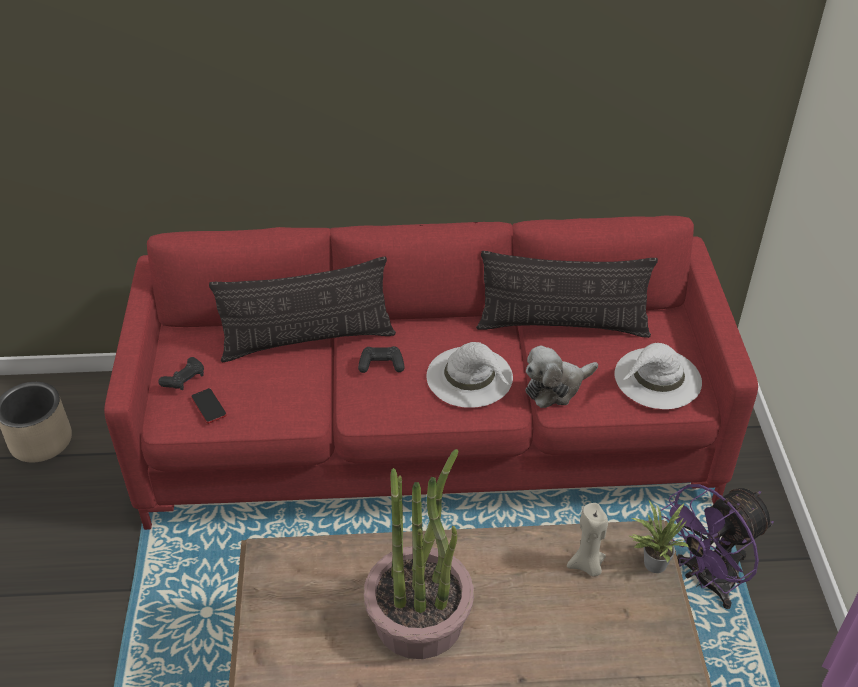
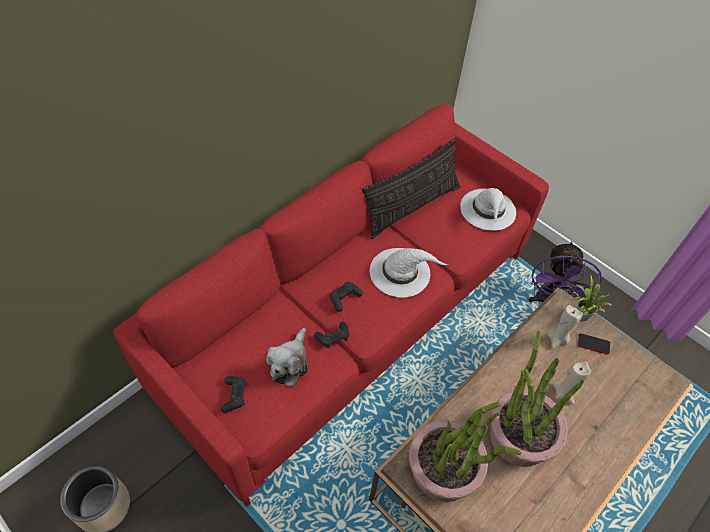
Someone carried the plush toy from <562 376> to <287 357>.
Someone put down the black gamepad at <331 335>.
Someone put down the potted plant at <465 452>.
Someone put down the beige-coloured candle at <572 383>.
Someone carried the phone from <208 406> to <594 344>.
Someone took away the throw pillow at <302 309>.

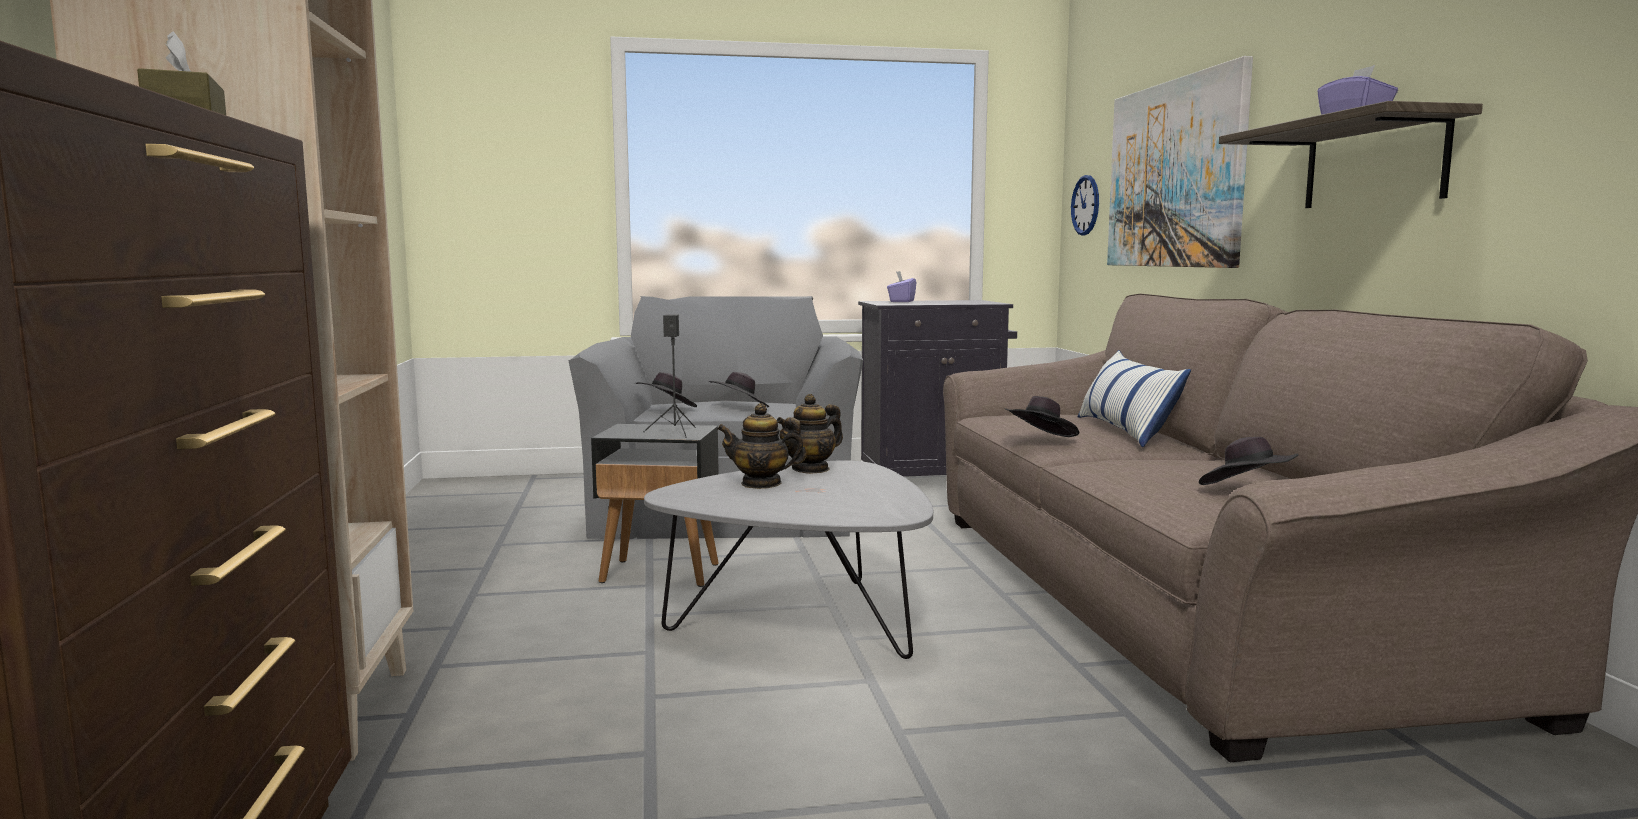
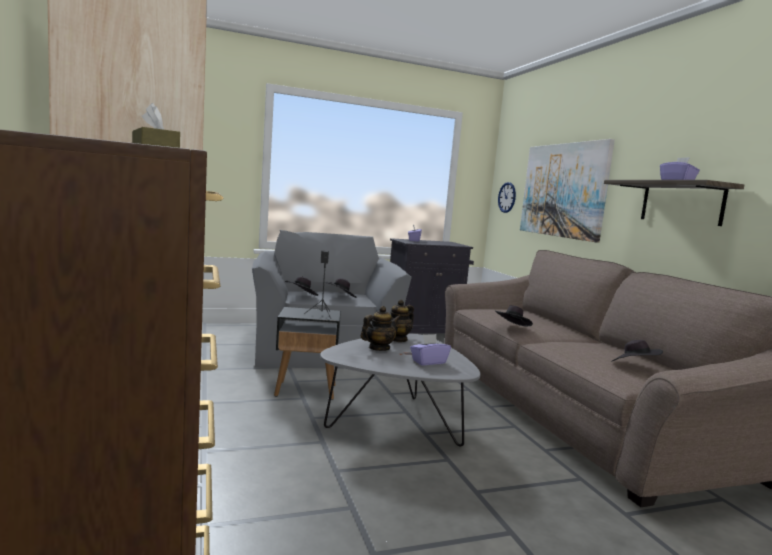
Someone rotated the teapot at <762 446> by 150 degrees clockwise.
Someone put down the purple box of tissues at <430 349>.
Someone took away the throw pillow at <1134 398>.

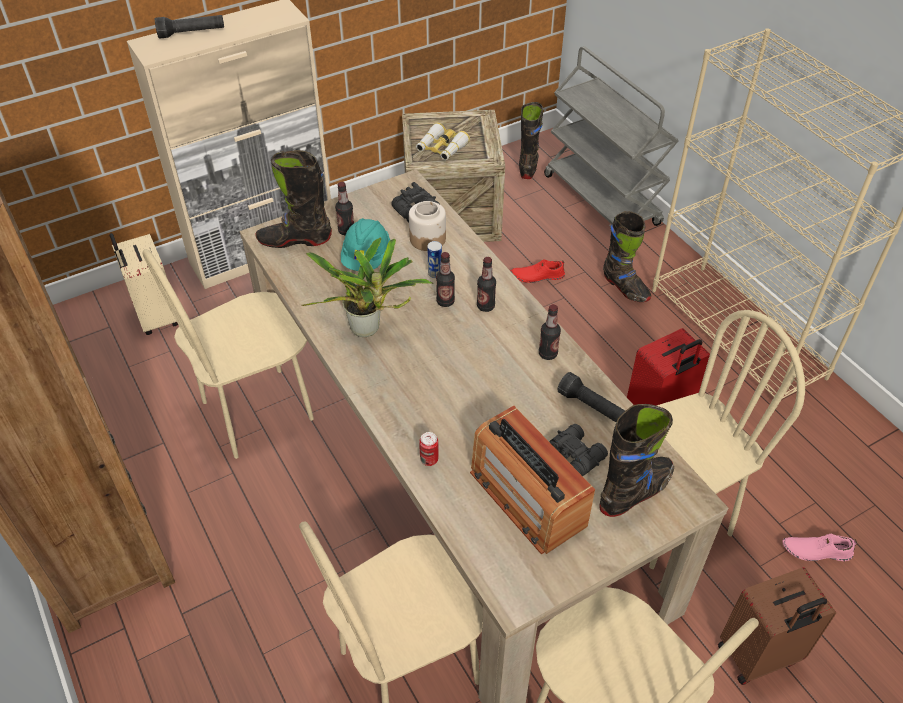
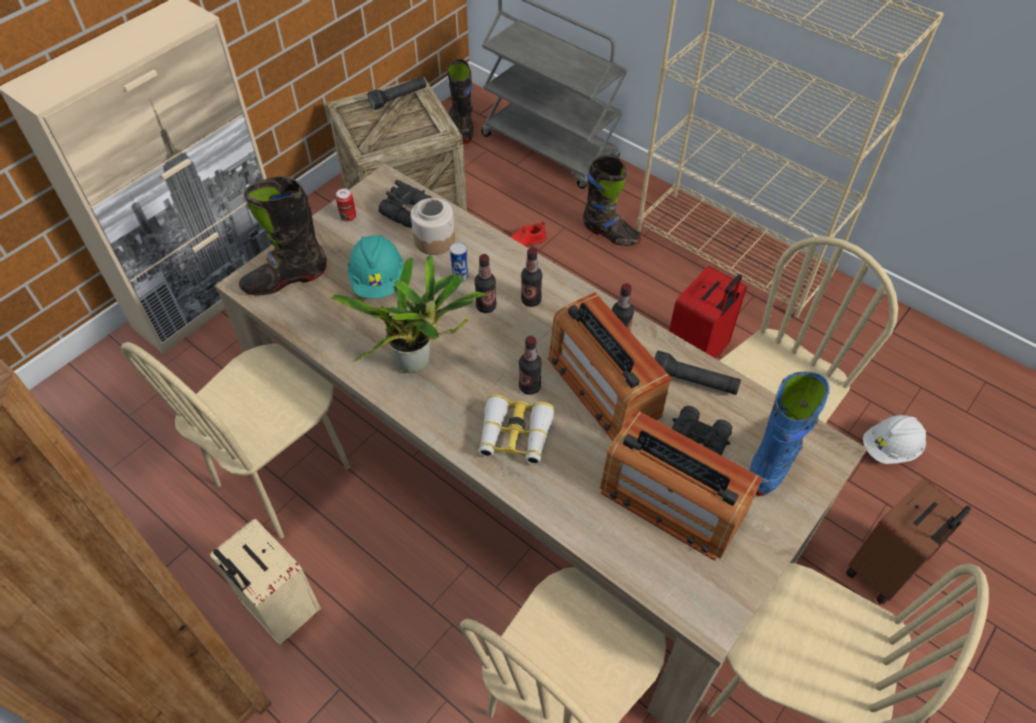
Someone carried the beige-coloured piece of luggage from <143 284> to <265 581>.
Someone carried the can from <429 449> to <346 205>.
Someone carried the black flashlight from <189 27> to <397 93>.
Someone carried the field glasses from <443 141> to <517 430>.
Someone carried the bottle from <344 208> to <530 365>.
Someone put down the radio at <609 366>.
Someone repainted the black high-top boot at <636 460>, which became the blue-coloured high-top boot at <789 434>.
Someone swapped the pinkish shoe at <819 547> for the white work helmet at <894 439>.

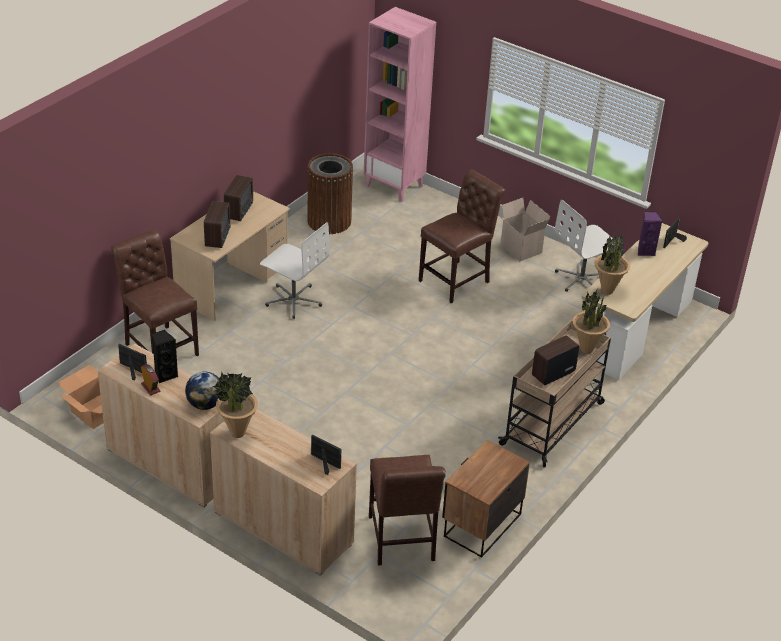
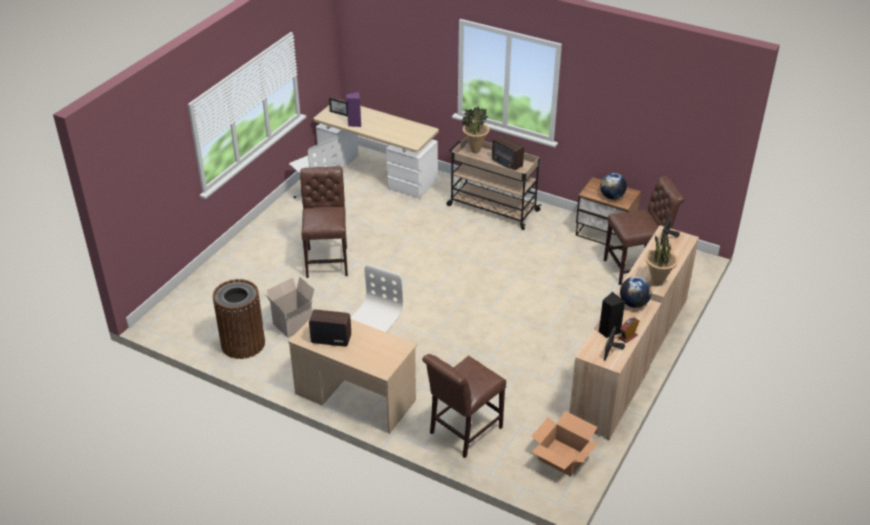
Someone carried the carton from <524 229> to <290 307>.
Someone rotated the brownish chair at <462 236> by 45 degrees clockwise.
Someone put down the globe at <613 186>.
Someone took away the radio at <217 224>.
Someone took away the pinkish shelving unit at <400 104>.
Someone took away the potted plant at <612 264>.

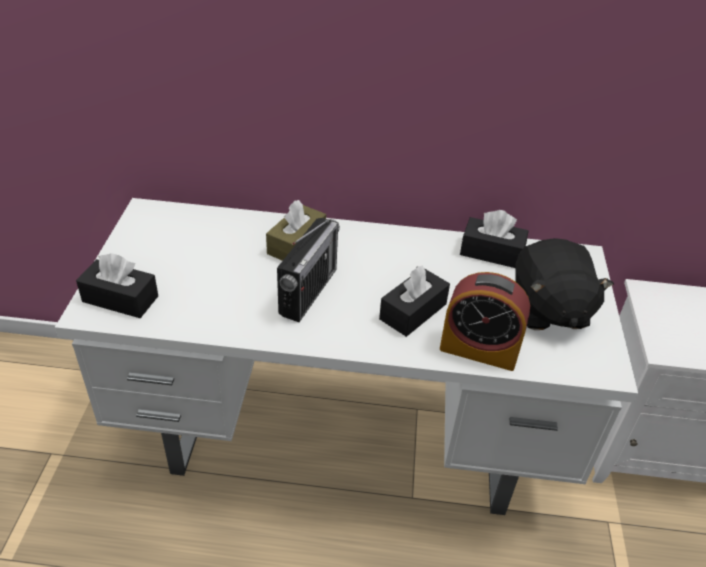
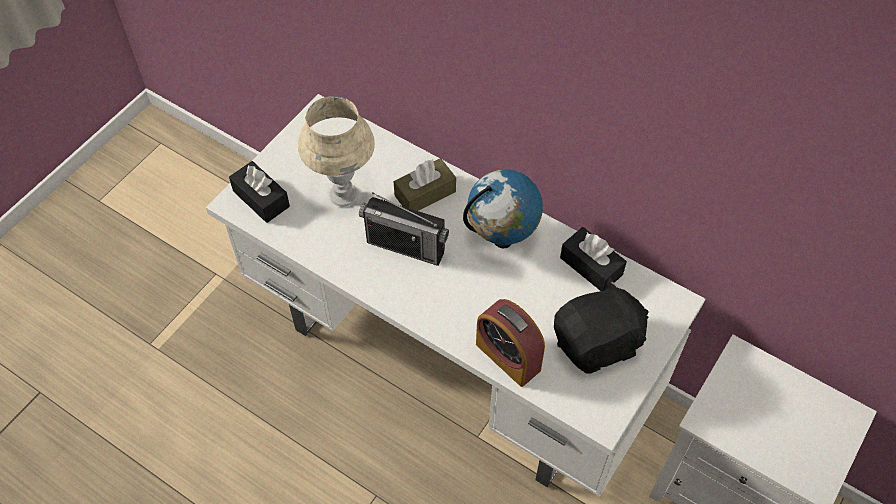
Someone put down the beige-coloured tabletop lamp at <336 151>.
Someone rotated the radio at <308 270> by 60 degrees clockwise.
Someone put down the globe at <503 208>.
Someone rotated the black plush toy at <564 284> by 135 degrees counterclockwise.
Someone took away the black box of tissues at <414 301>.

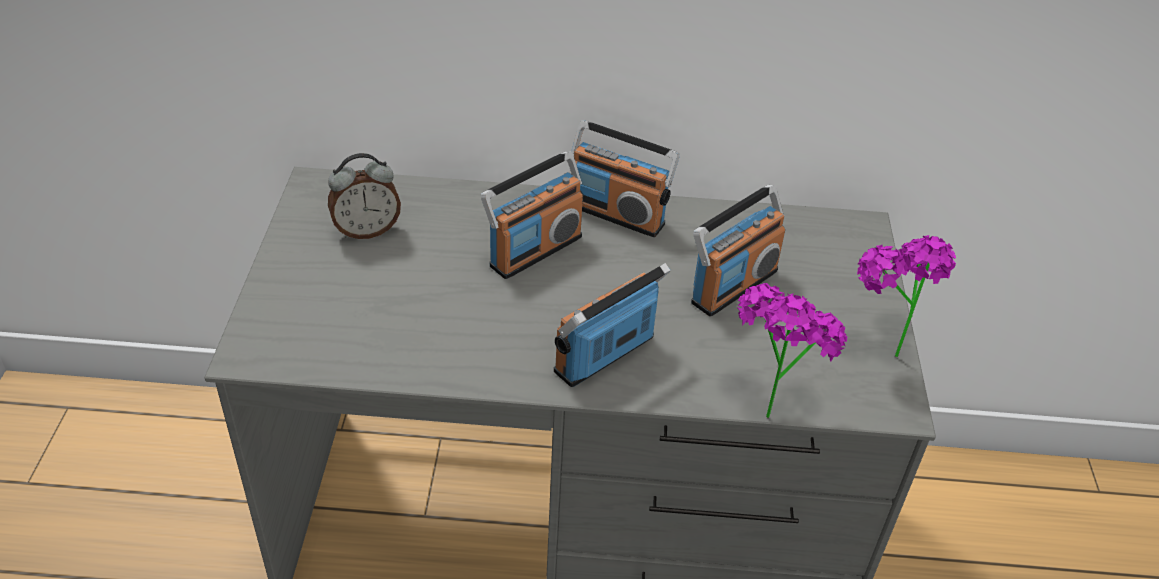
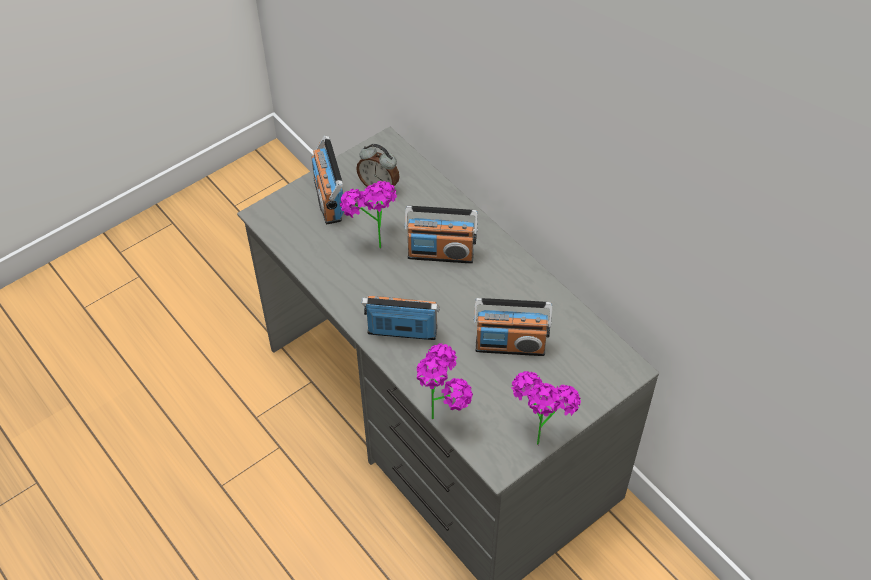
Someone carried the radio from <625 179> to <327 180>.
Someone put down the potted plant at <368 214>.

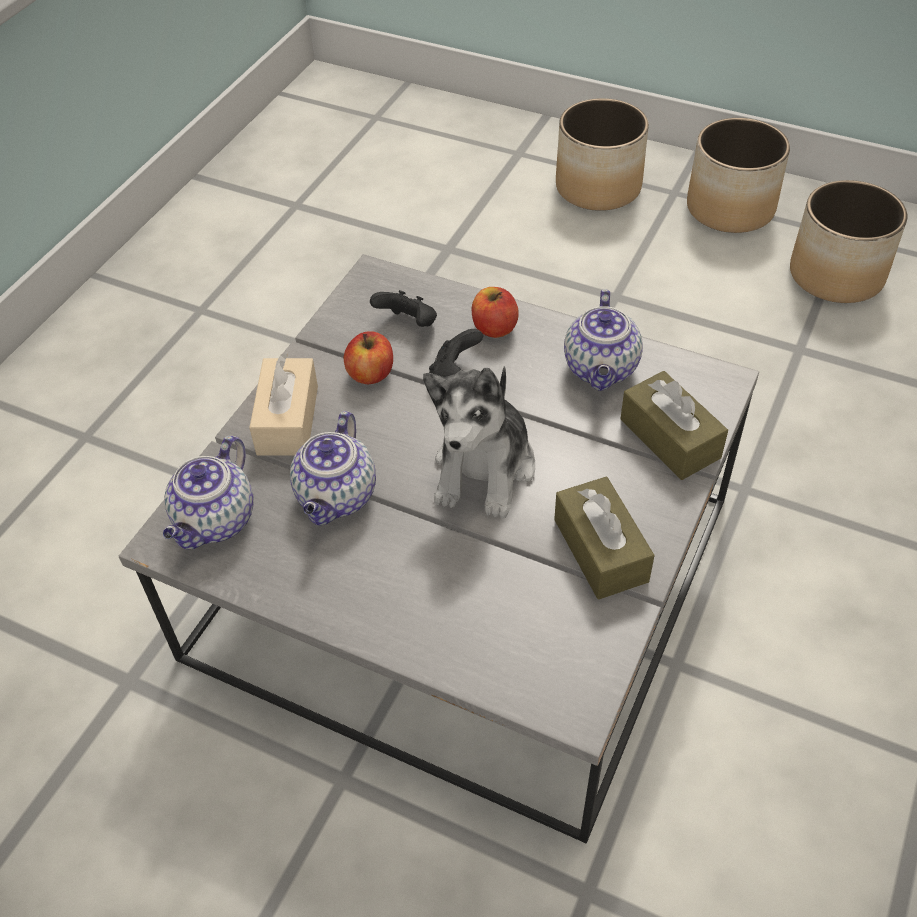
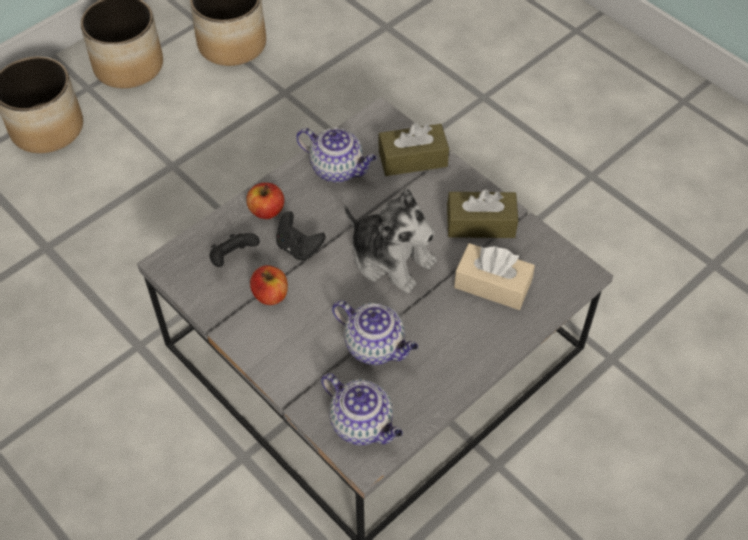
Someone carried the beige-coloured box of tissues from <283 404> to <494 276>.

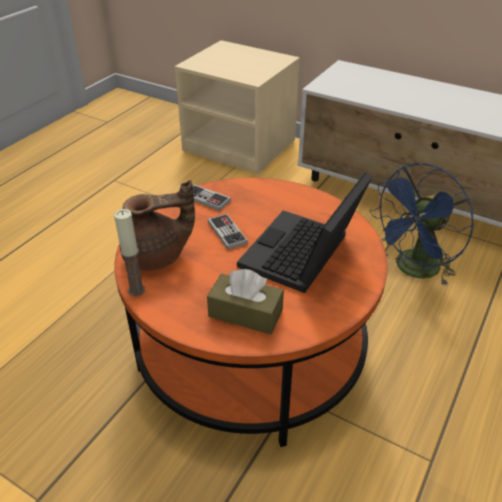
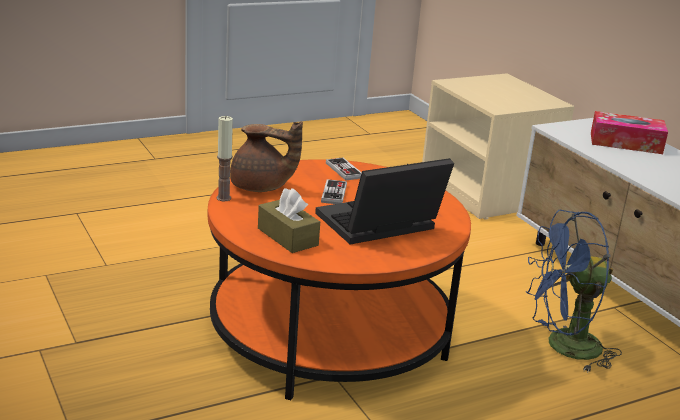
Someone put down the box of tissues at <629 132>.

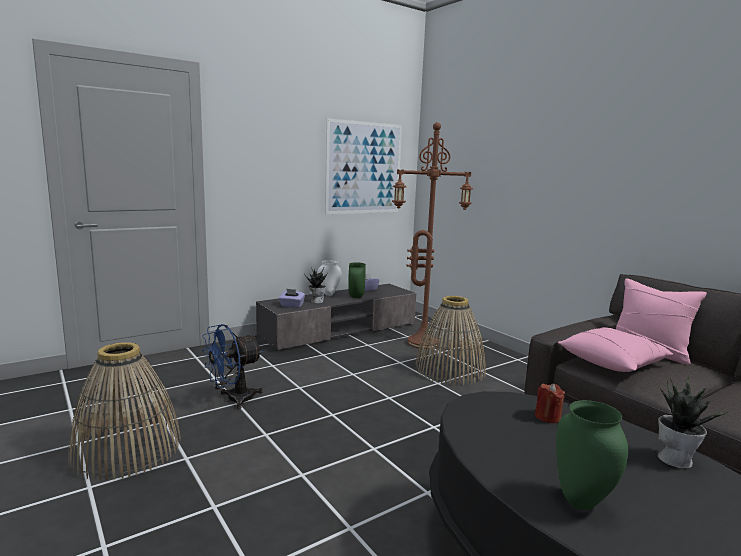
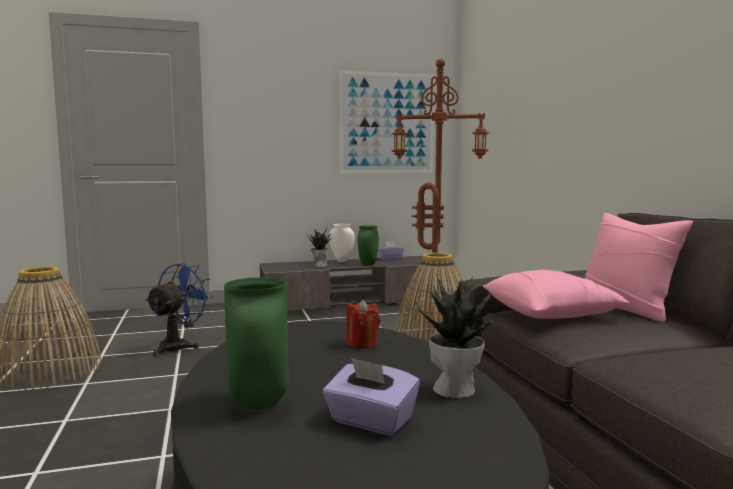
Someone rotated the blue-coloured fan at <232 366> by 135 degrees clockwise.
Someone carried the purple box of tissues from <292 298> to <371 396>.

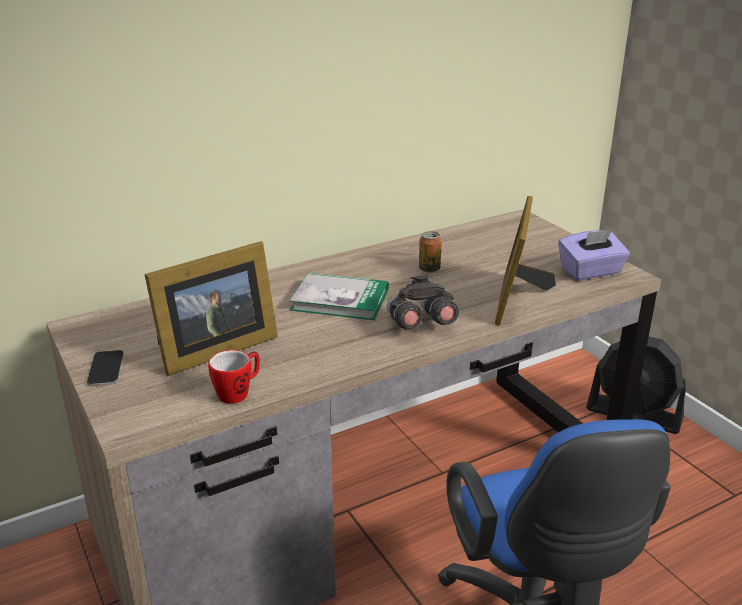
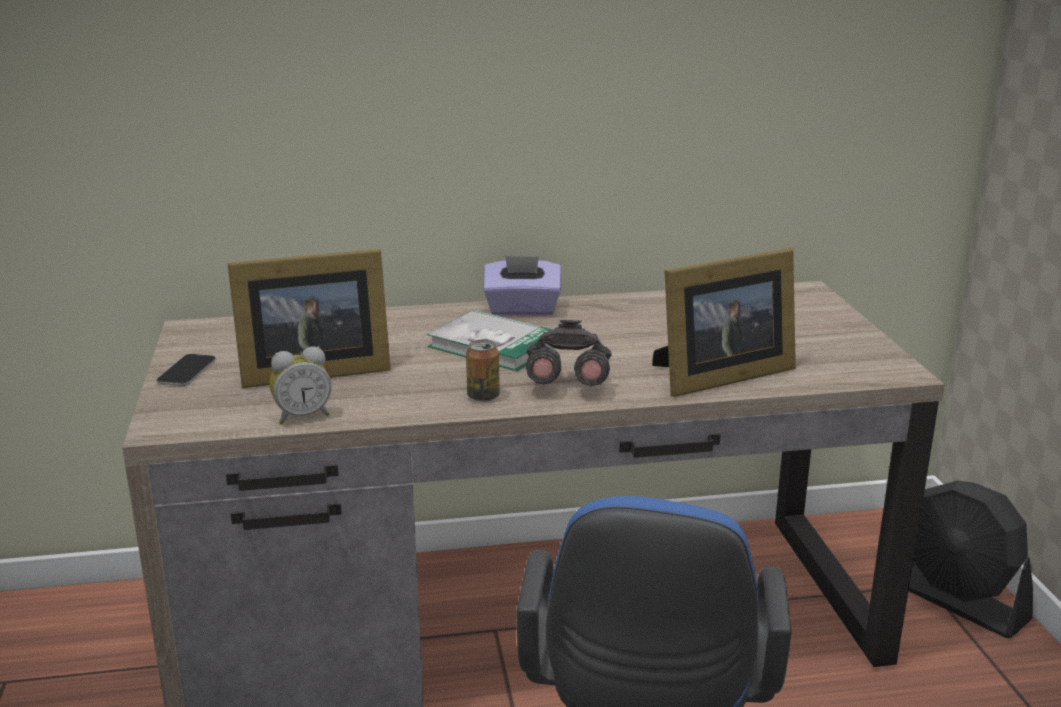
Someone swapped the mug at <234 377> for the alarm clock at <301 385>.
Someone carried the can from <430 252> to <483 371>.
Someone carried the purple box of tissues from <594 255> to <522 285>.
Someone rotated the picture frame at <525 261> by 150 degrees counterclockwise.

